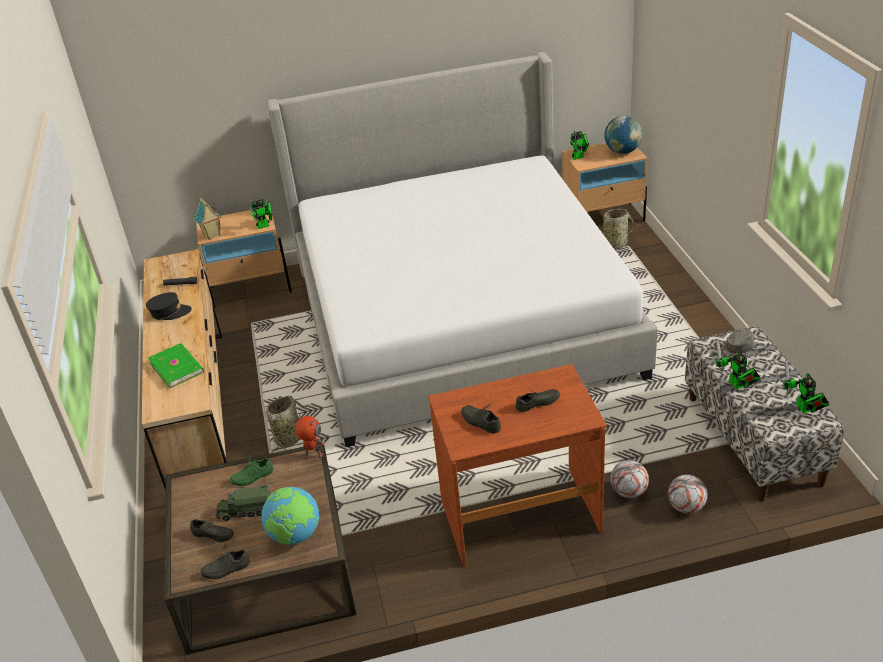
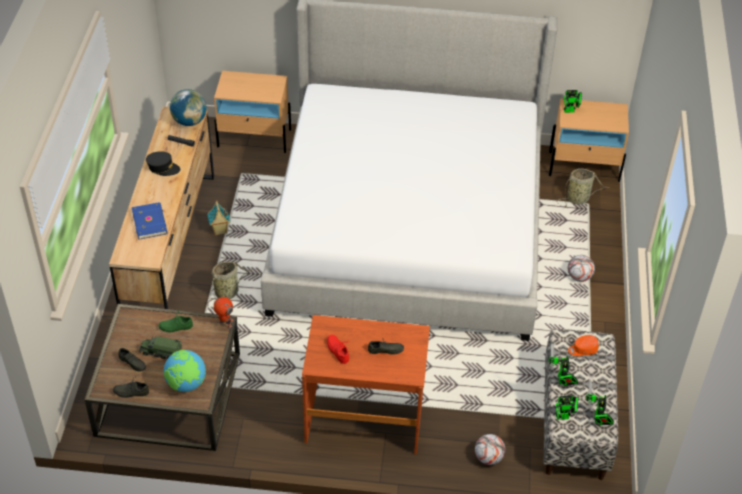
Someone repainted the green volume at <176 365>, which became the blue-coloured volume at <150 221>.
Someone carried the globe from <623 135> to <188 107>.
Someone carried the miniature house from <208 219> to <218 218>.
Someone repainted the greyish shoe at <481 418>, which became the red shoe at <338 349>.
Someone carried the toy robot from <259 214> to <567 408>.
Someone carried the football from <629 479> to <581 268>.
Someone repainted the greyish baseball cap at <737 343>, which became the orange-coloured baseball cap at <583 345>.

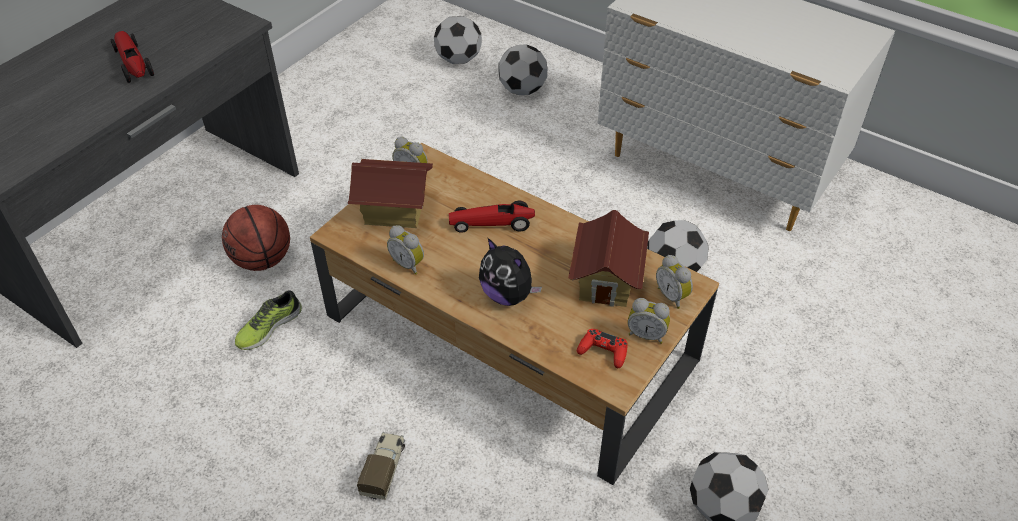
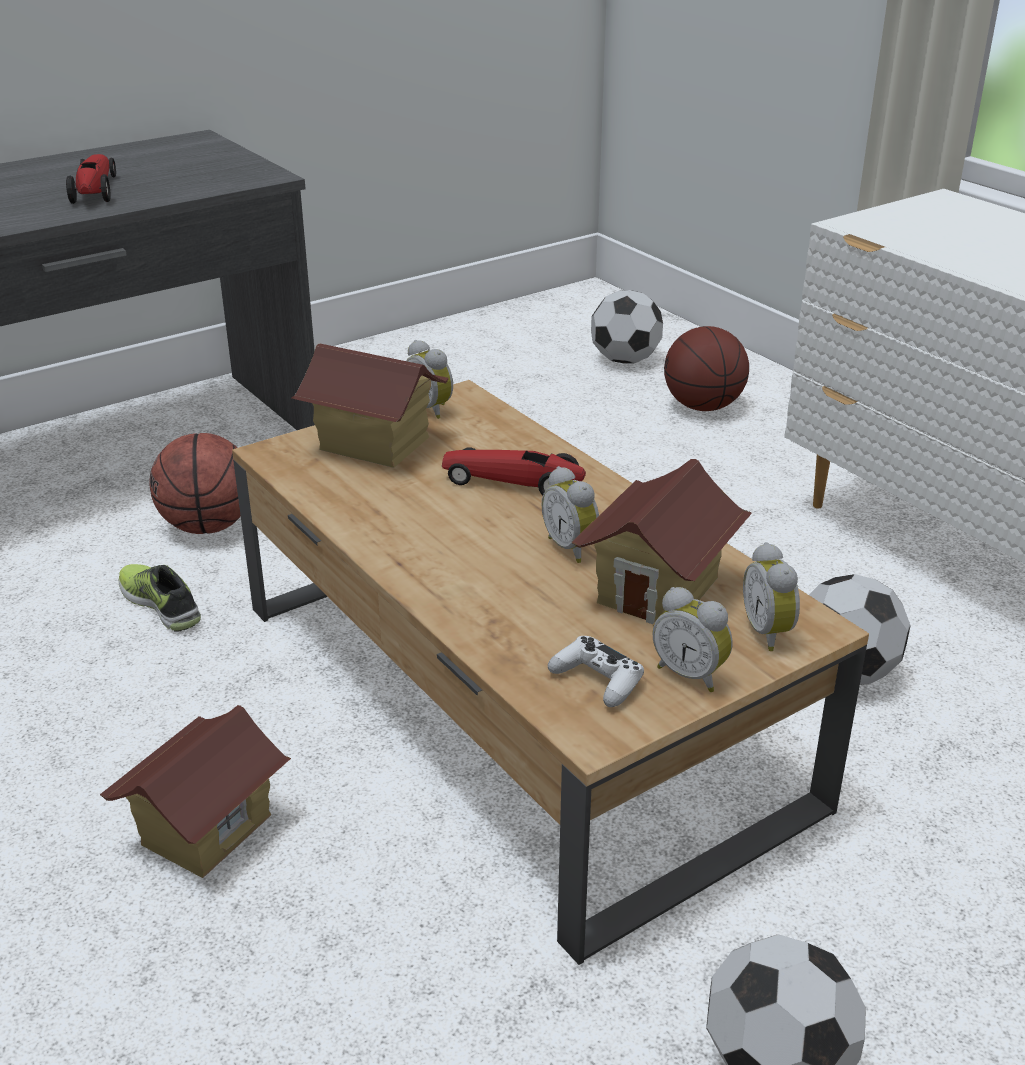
Someone swapped the toy lorry at <381 466> for the miniature house at <195 791>.
Someone rotated the shoe at <268 320> by 75 degrees clockwise.
Someone carried the alarm clock from <405 250> to <570 514>.
Someone repainted the red gamepad at <602 348>, which became the white gamepad at <596 671>.
Someone swapped the football at <522 69> for the basketball ball at <706 368>.
Someone took away the plush toy at <510 272>.

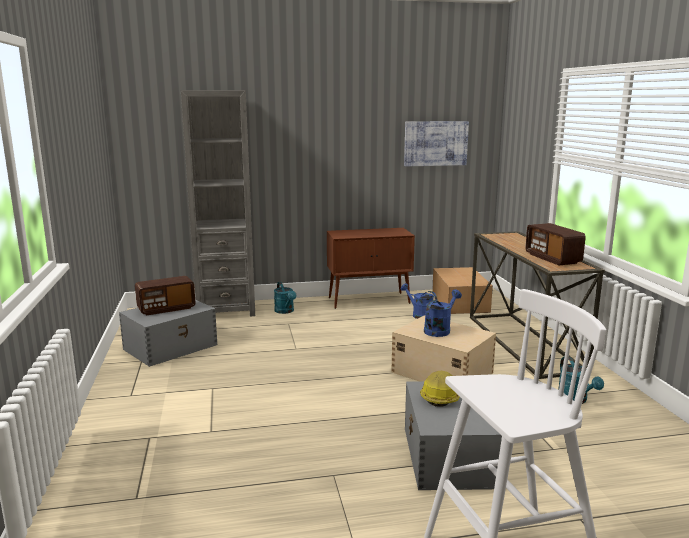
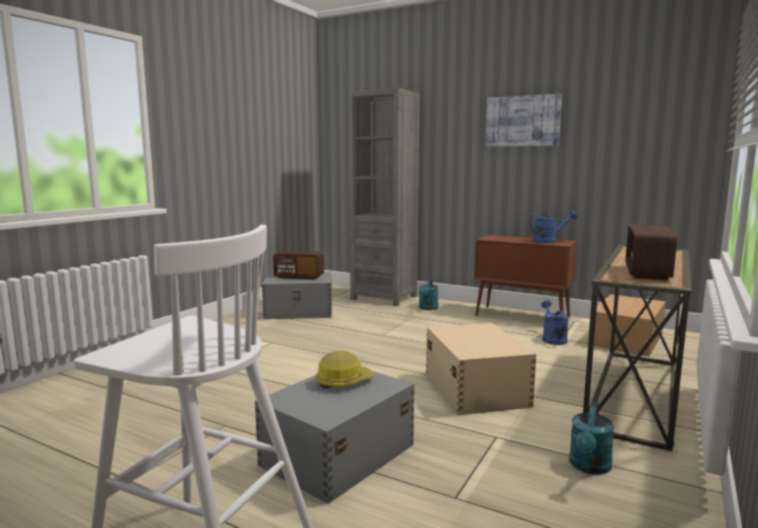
Someone carried the wall picture from <436 143> to <524 120>.
Someone carried the blue-coloured watering pot from <443 313> to <553 226>.

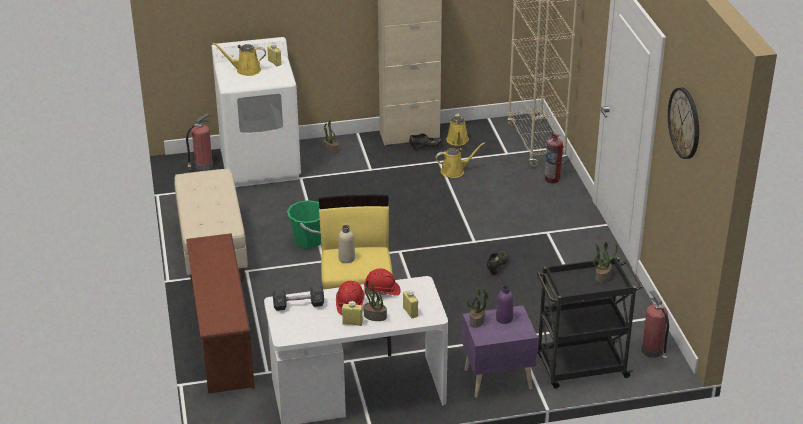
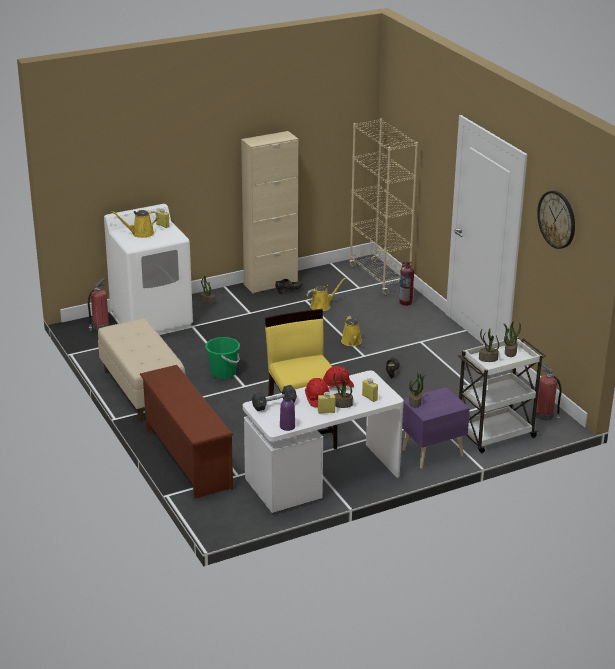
Someone carried the purple bottle from <504 304> to <287 412>.
Someone carried the yellow watering pot from <458 129> to <351 331>.
Someone repainted the black cart at <589 323>, which became the white cart at <502 394>.
Someone put down the potted plant at <489 345>.
Someone took away the beige-coloured bottle at <346 244>.

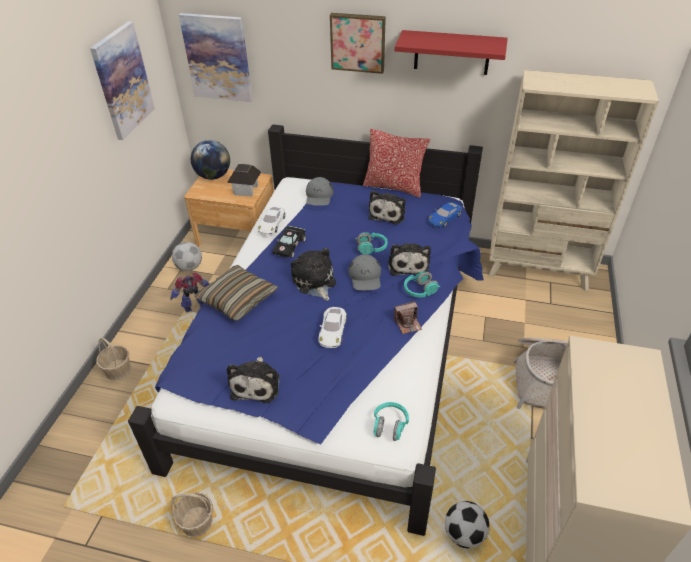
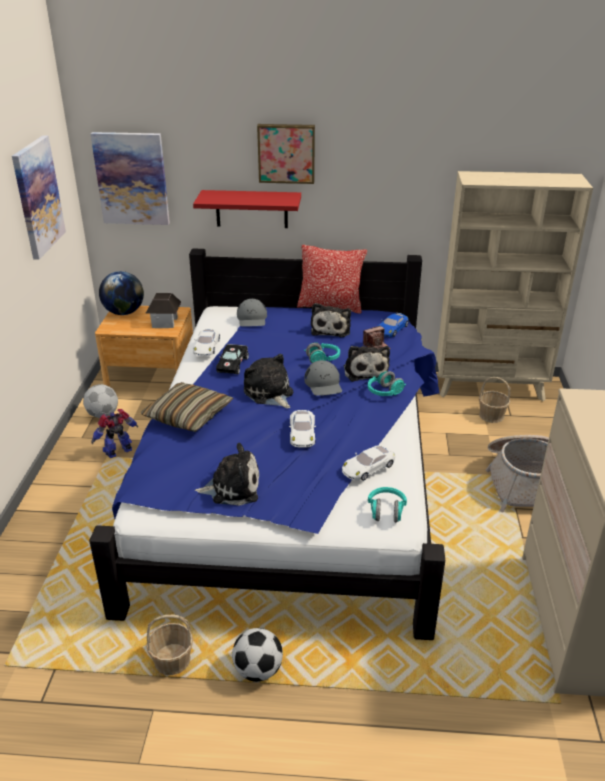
Someone carried the red shelf from <451 52> to <247 209>.
Someone rotated the plush toy at <253 380> by 90 degrees counterclockwise.
Someone carried the football from <467 524> to <257 655>.
Someone put down the white toy car at <368 463>.
Someone carried the photo camera from <408 317> to <377 337>.
Someone carried the household basket from <113 359> to <495 400>.

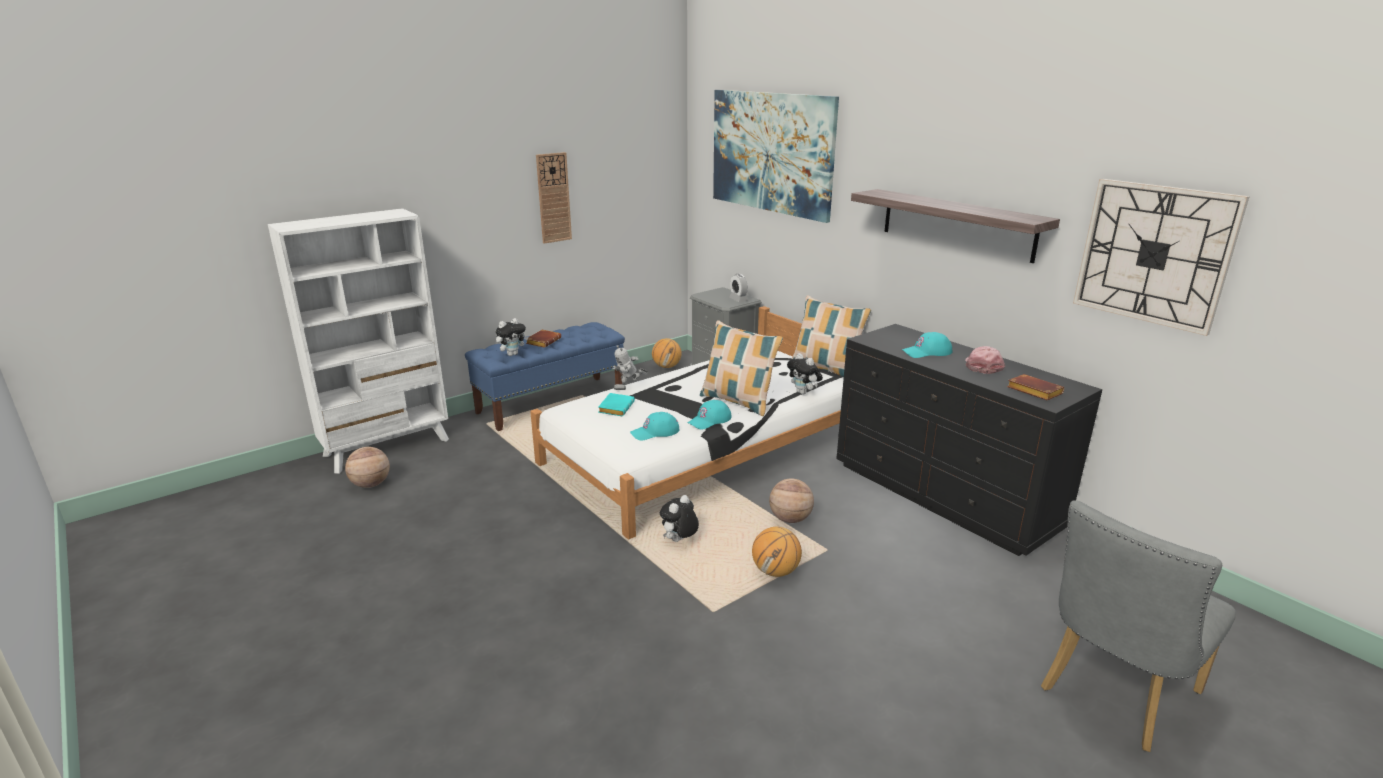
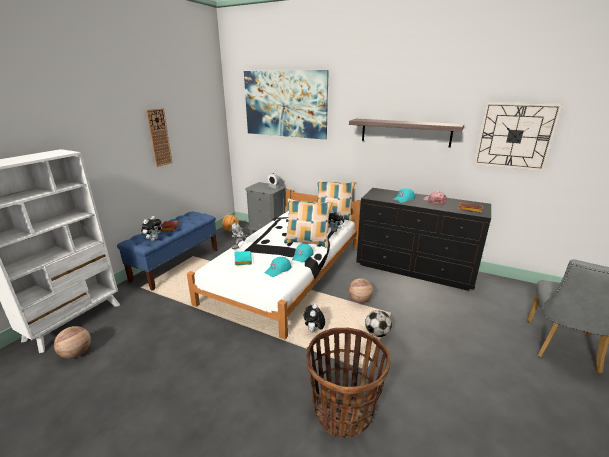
Someone put down the household basket at <348 383>.
Someone swapped the basketball ball at <777 552> for the football at <378 323>.

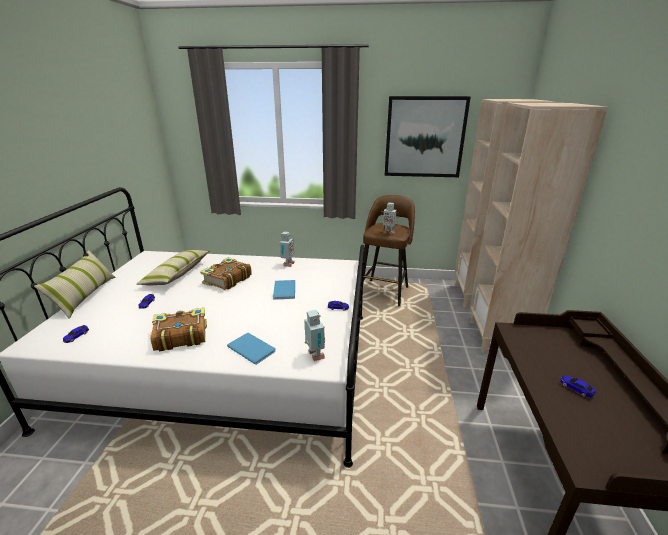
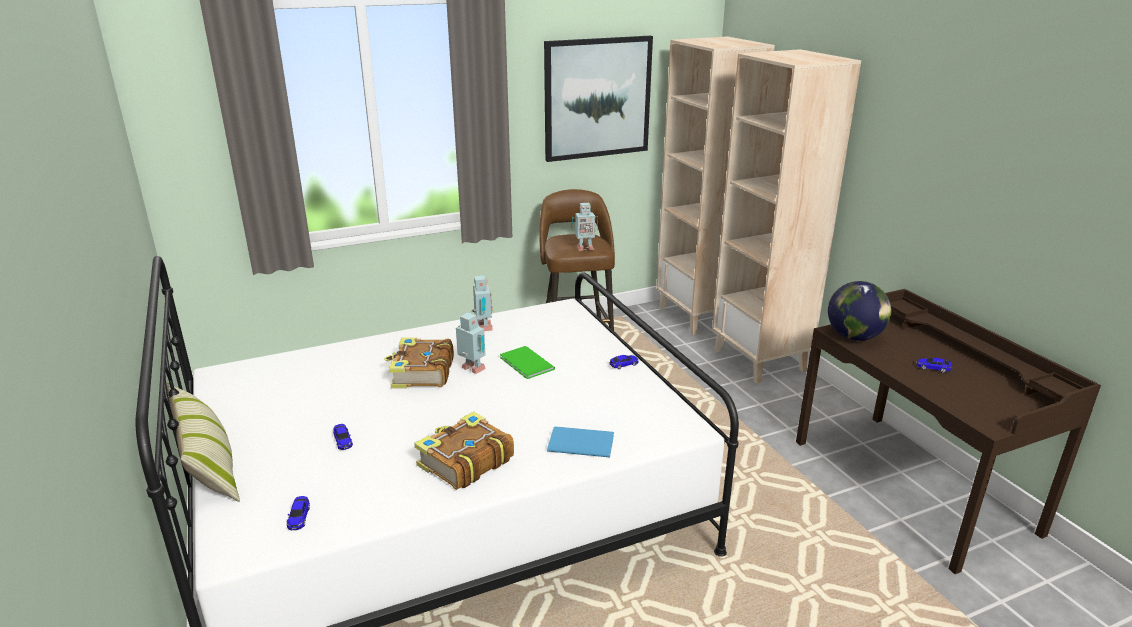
Someone carried the toy robot from <315 335> to <471 343>.
Someone repainted the blue-coloured volume at <284 290>, which became the green volume at <527 362>.
Someone put down the globe at <859 311>.
Someone took away the throw pillow at <173 267>.

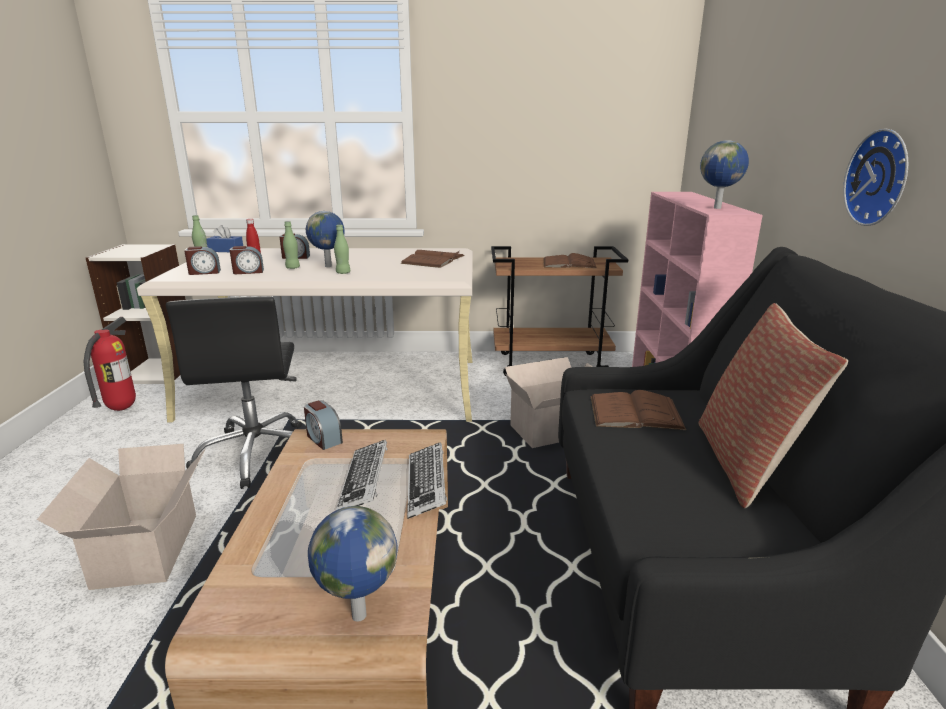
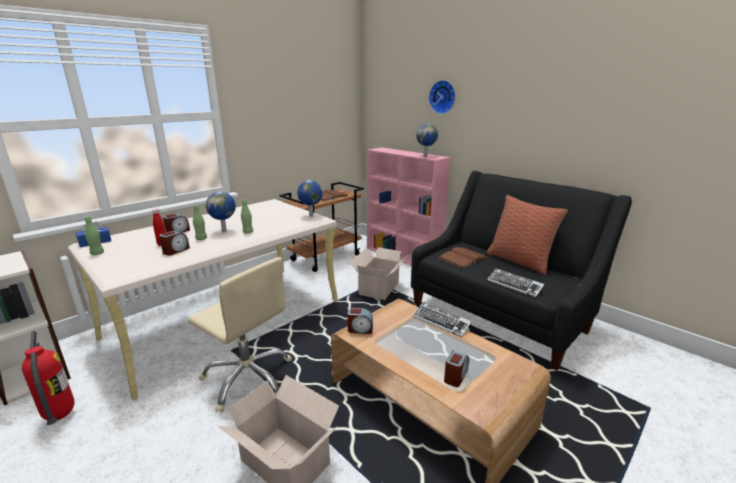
Someone repainted the black computer chair at <234 393>, which became the beige-coloured computer chair at <240 335>.
Someone carried the globe from <353 564> to <310 198>.
Someone carried the wall clock from <875 177> to <442 97>.
Someone carried the alarm clock from <202 260> to <457 369>.
Someone carried the PC keyboard from <361 475> to <515 283>.
Someone took away the brownish volume at <432 259>.

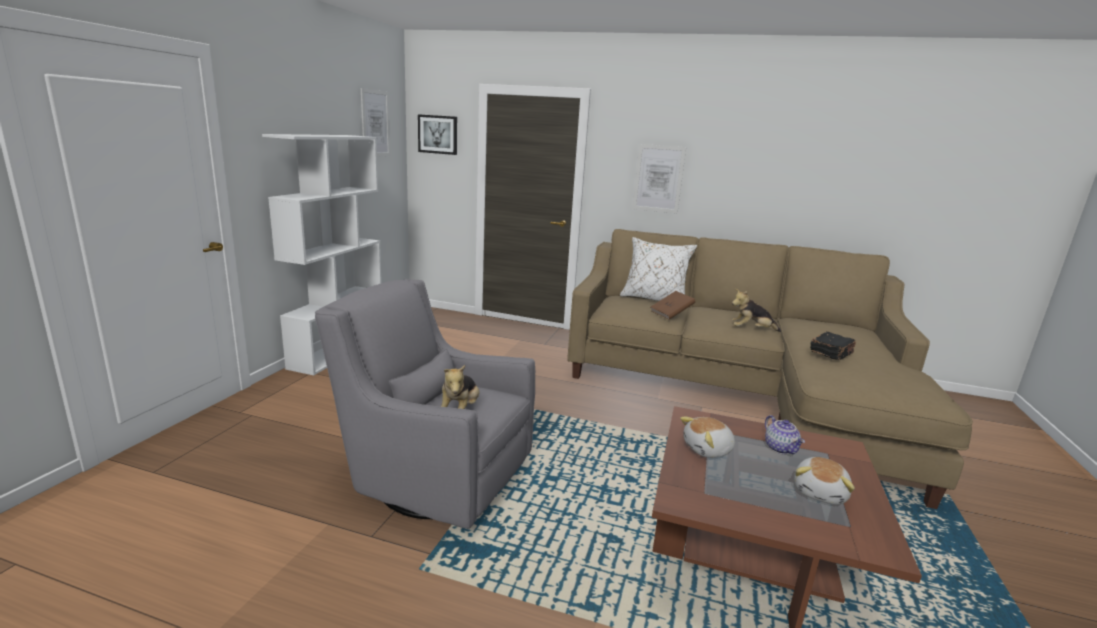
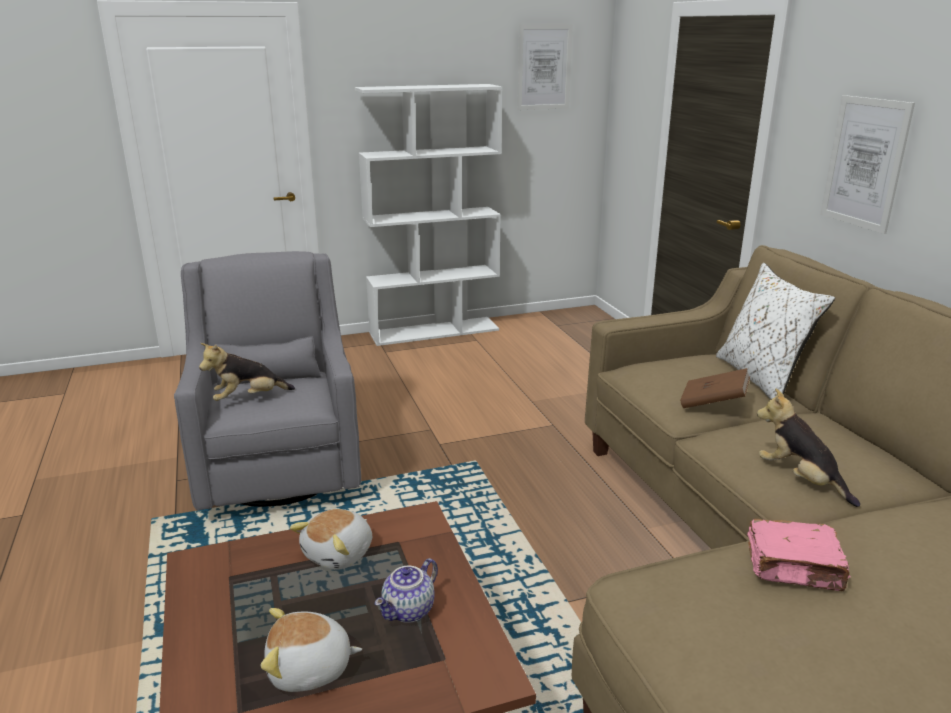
Someone rotated the plush toy at <707 437> by 90 degrees counterclockwise.
Someone repainted the black volume at <833 346>, which became the pinkish volume at <799 555>.
Someone took away the wall picture at <437 134>.

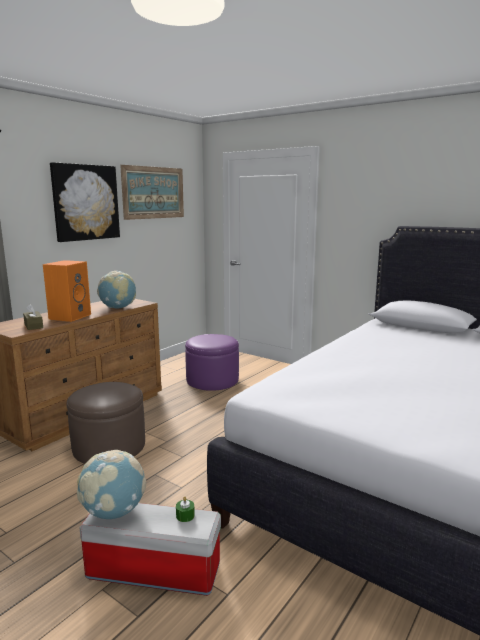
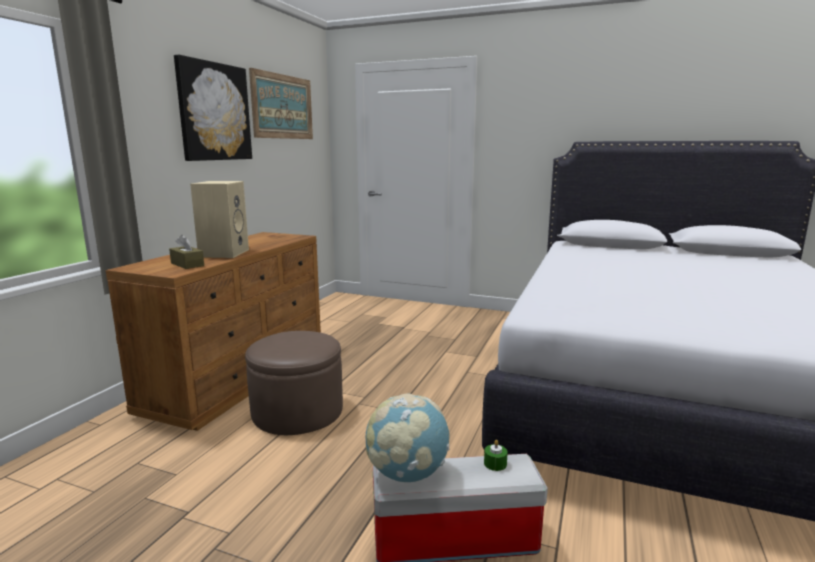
Someone repainted the orange-coloured audio speaker at <67 291>, which became the beige-coloured audio speaker at <219 219>.
Someone took away the globe at <116 289>.
Someone took away the purple pouffe at <212 362>.

